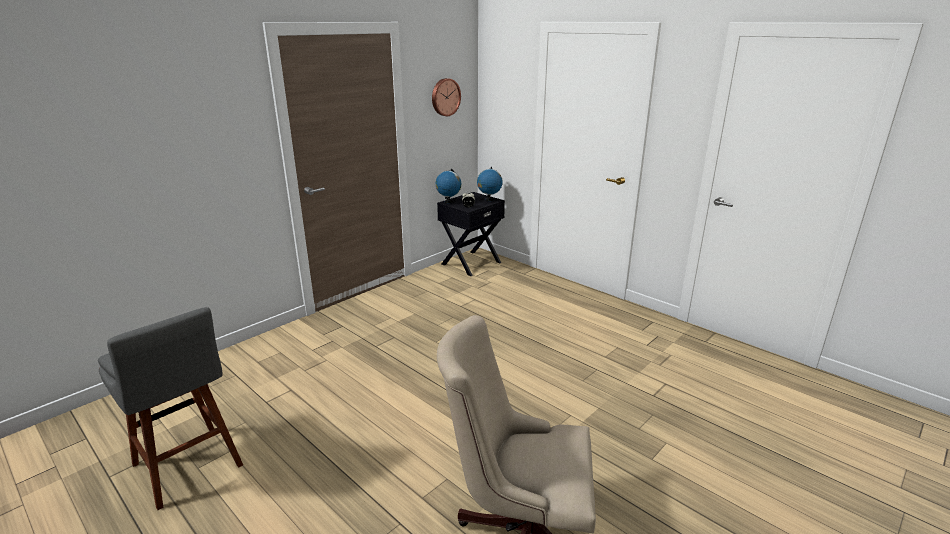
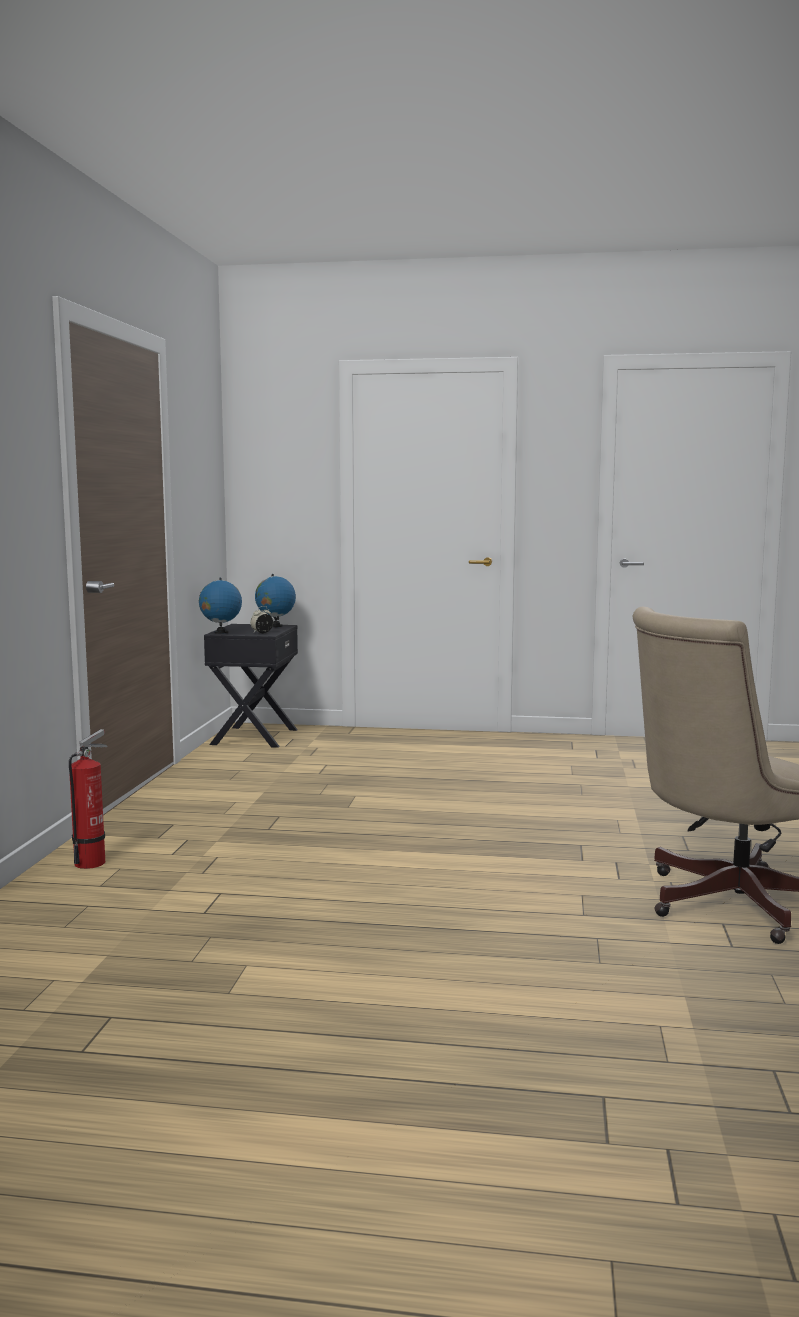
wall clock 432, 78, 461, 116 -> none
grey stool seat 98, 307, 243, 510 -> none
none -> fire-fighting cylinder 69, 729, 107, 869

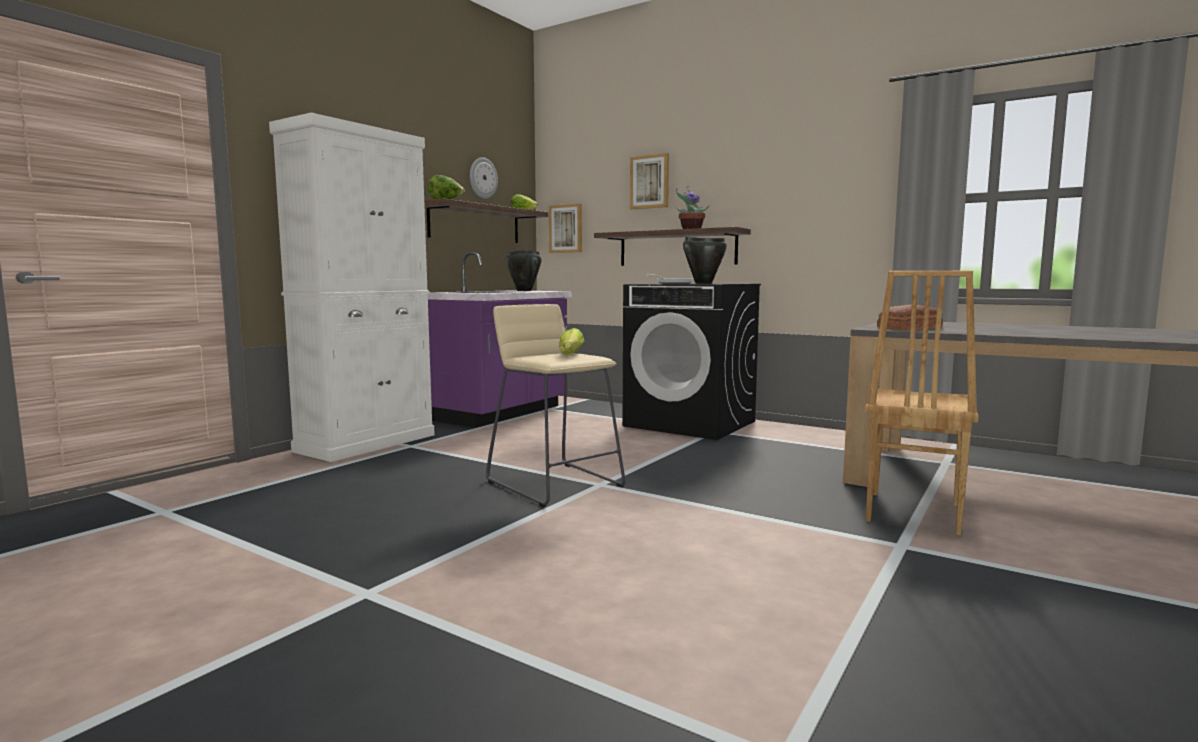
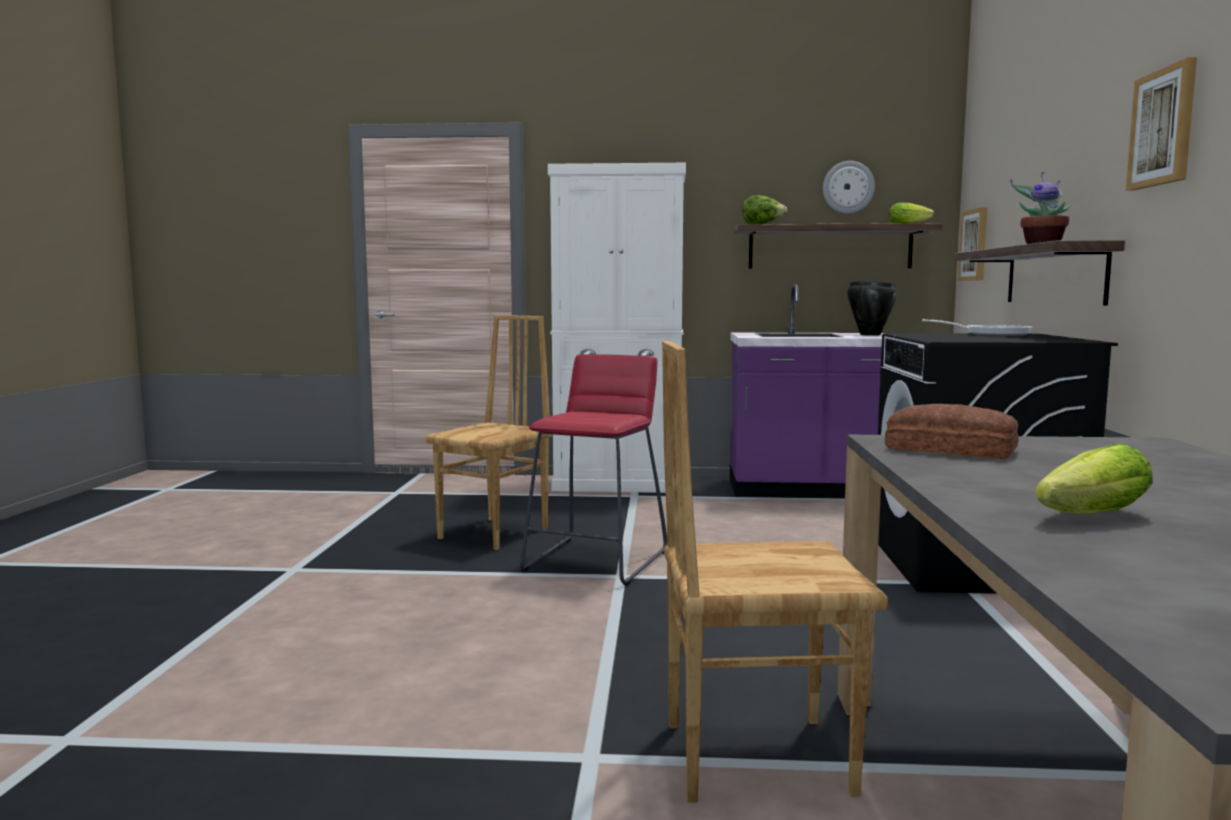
picture 630, 153, 669, 209 -> picture 1126, 57, 1197, 191, shifted
blackish stockpot 683, 237, 727, 284 -> none
sand-coloured stool seat 486, 304, 625, 507 -> red-coloured stool seat 520, 354, 668, 585
lettuce 559, 328, 584, 355 -> lettuce 1034, 443, 1153, 513, shifted
none -> brownish plain chair 425, 315, 553, 550

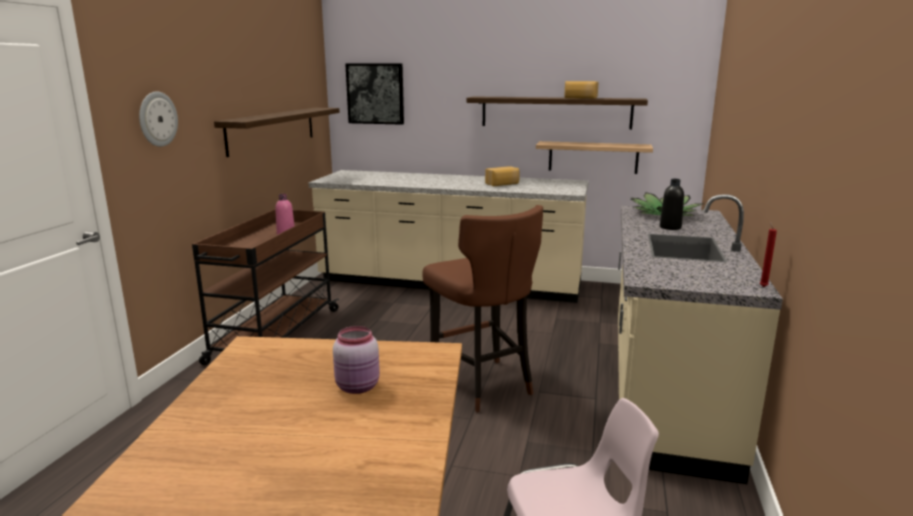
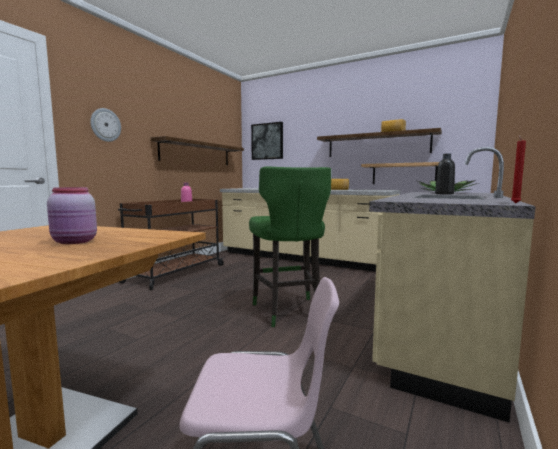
brownish stool seat 422, 205, 543, 412 -> greenish stool seat 249, 167, 331, 327

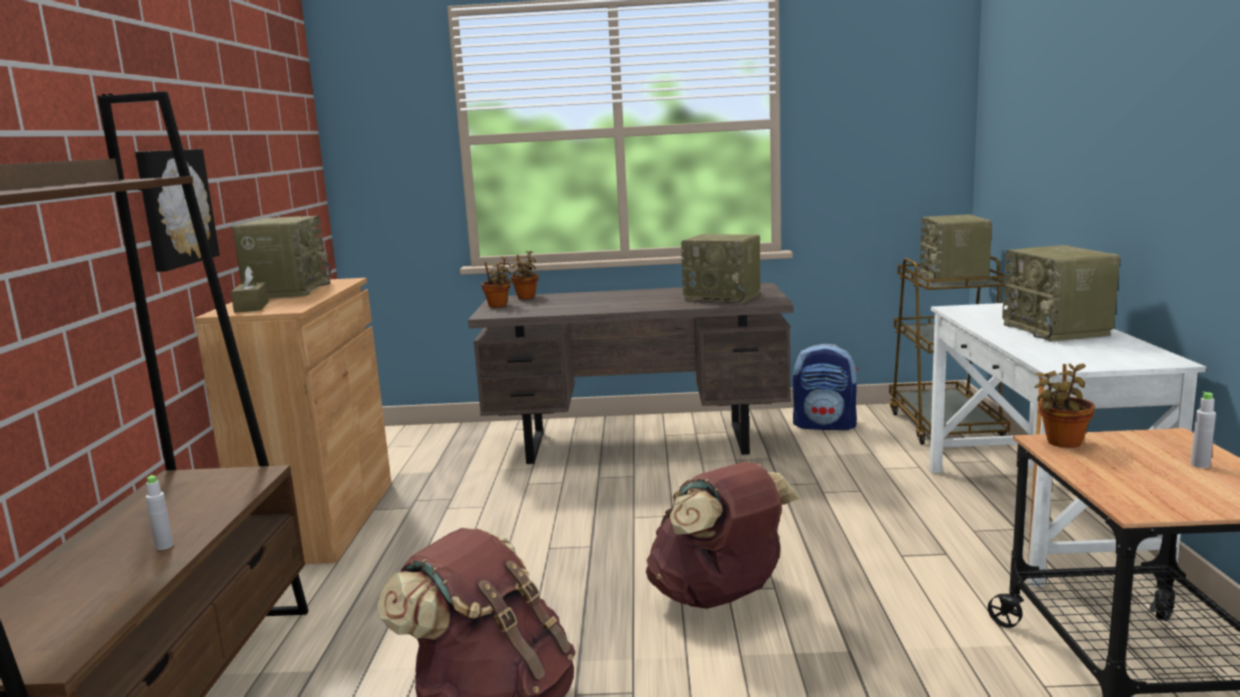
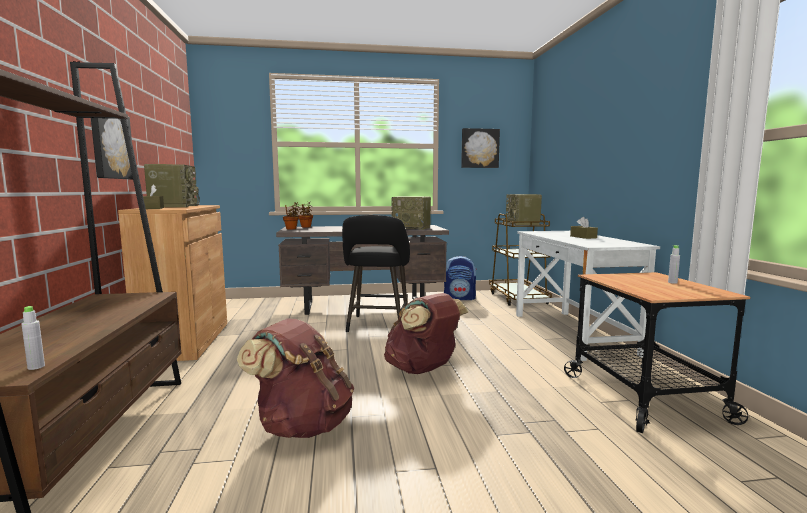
radio set 1002, 245, 1120, 342 -> brownish tissue holder 570, 217, 598, 239
potted plant 1034, 364, 1095, 448 -> none
grey beverage bottle 146, 475, 173, 550 -> grey beverage bottle 21, 306, 45, 370, shifted
none -> picture 461, 128, 500, 168
none -> blackish stool seat 342, 215, 410, 333

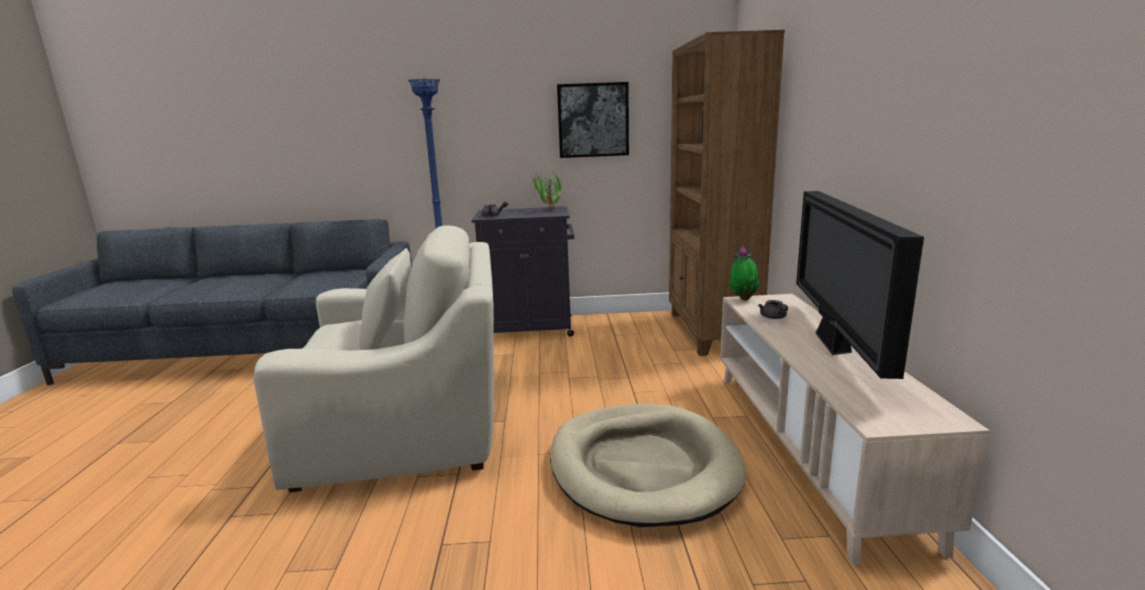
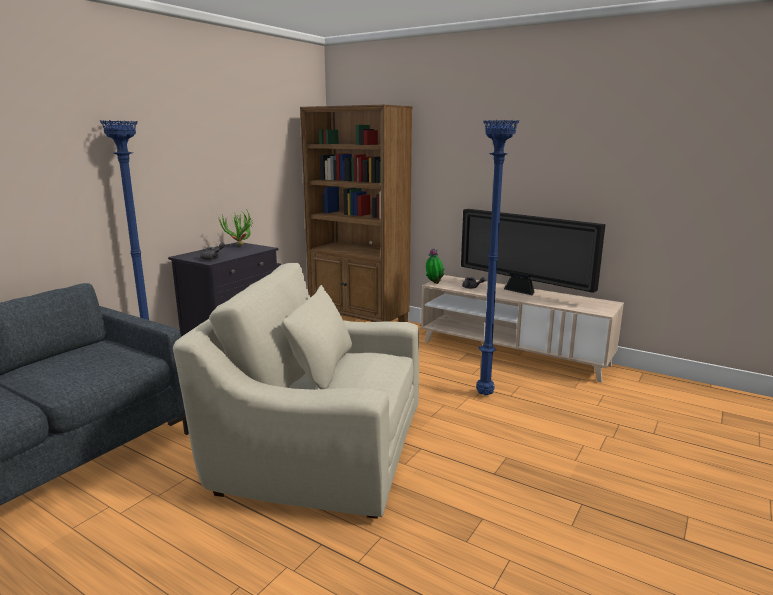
picture 557, 82, 629, 158 -> none
sand-coloured lounge chair 253, 225, 494, 492 -> sand-coloured lounge chair 173, 263, 419, 519, 105 degrees counterclockwise
sand-coloured dog bed 550, 404, 747, 527 -> blue standing lamp 476, 120, 519, 395

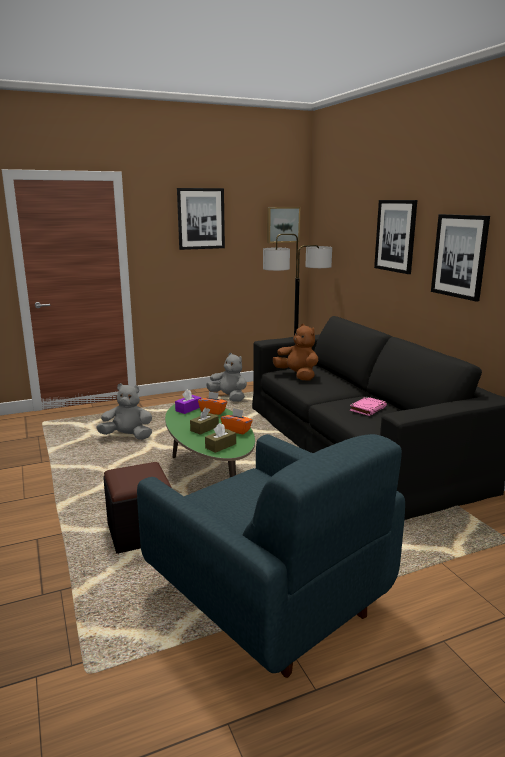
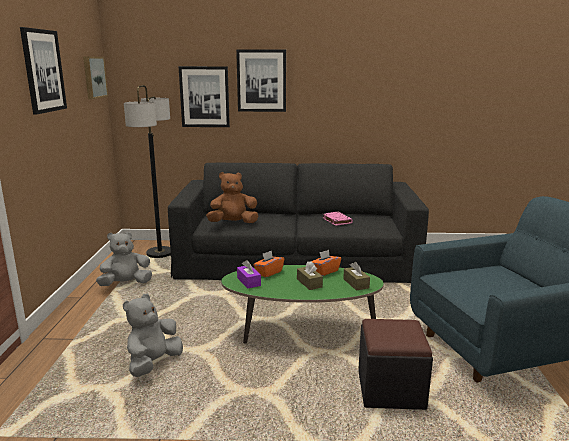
picture 431, 214, 490, 302 -> picture 178, 66, 230, 127, shifted

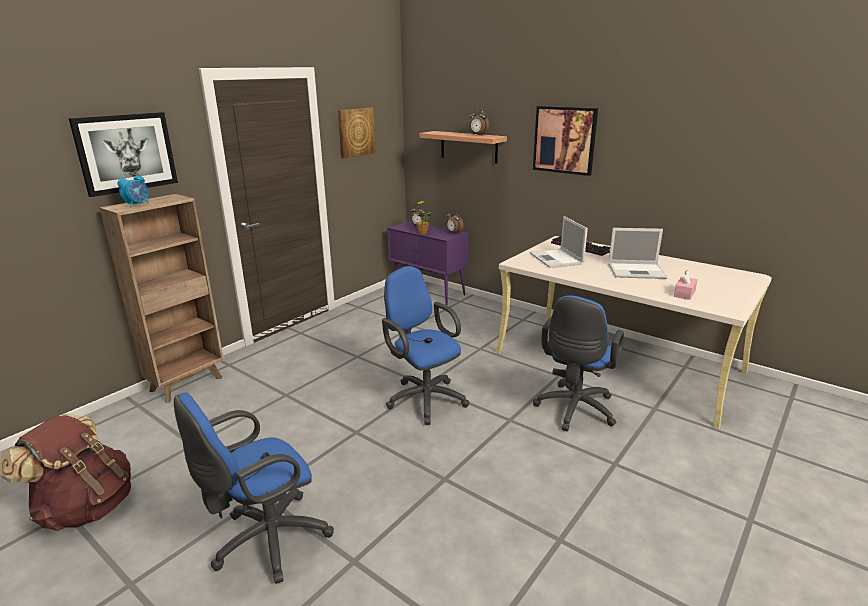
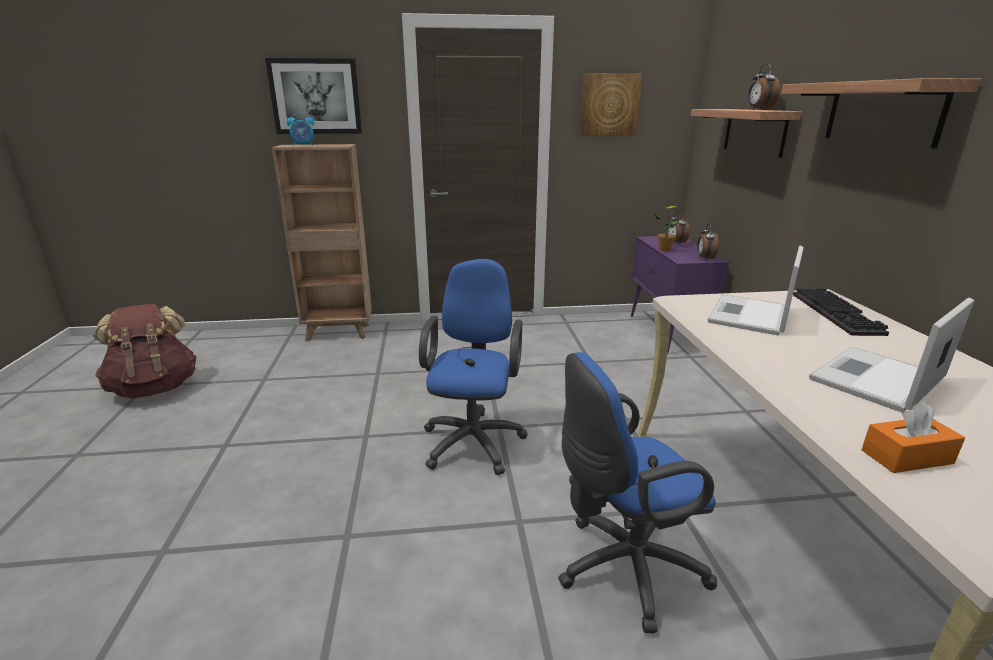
picture 533, 106, 598, 176 -> shelf 781, 78, 981, 149
laptop 608, 228, 668, 279 -> laptop 809, 298, 974, 412, 90 degrees clockwise
pink-coloured tissue holder 674, 270, 698, 300 -> orange tissue holder 862, 402, 965, 473
blue computer chair 174, 392, 334, 584 -> none

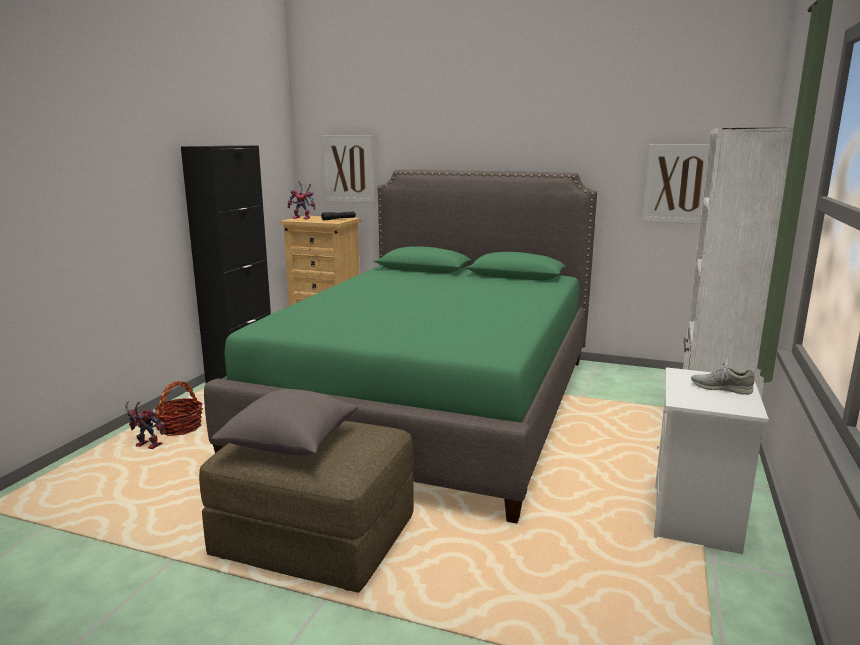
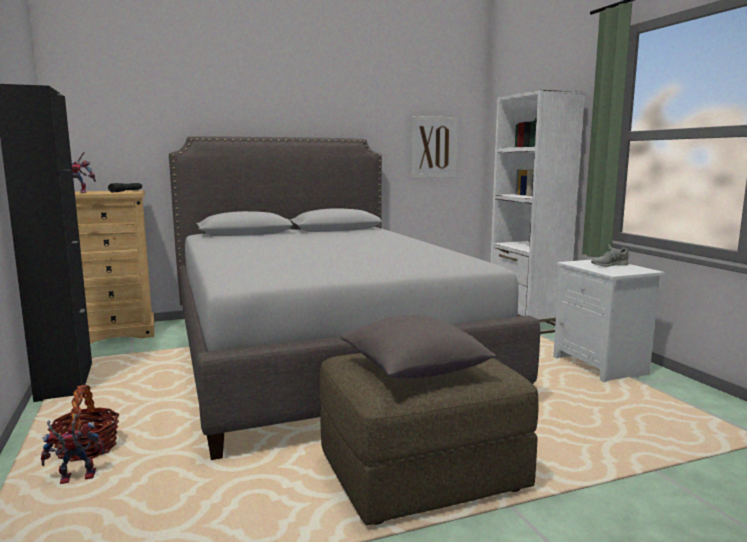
picture 323, 135, 375, 203 -> none
greenish sleeping bed 204, 170, 597, 523 -> grey sleeping bed 169, 136, 540, 460

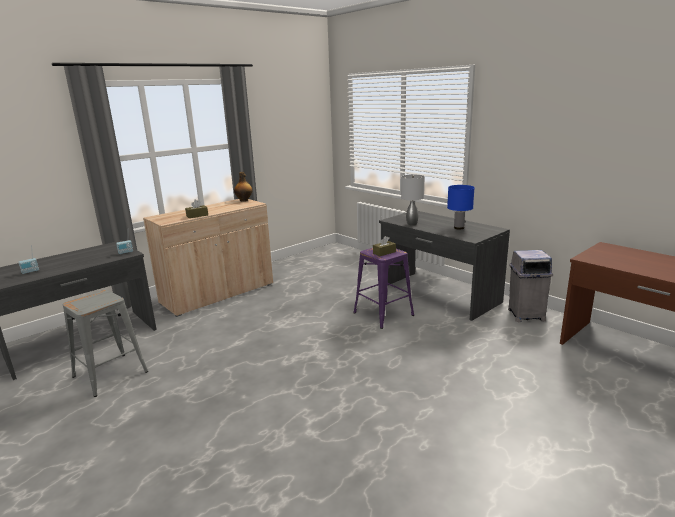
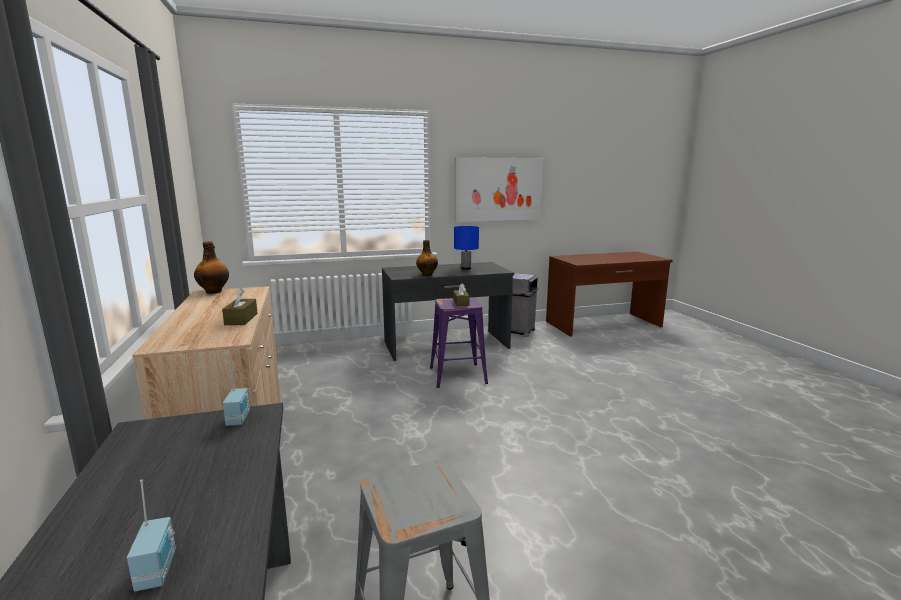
grey lamp for a table 401, 175, 425, 225 -> beverage bottle 416, 240, 438, 276
none -> picture 455, 157, 543, 222

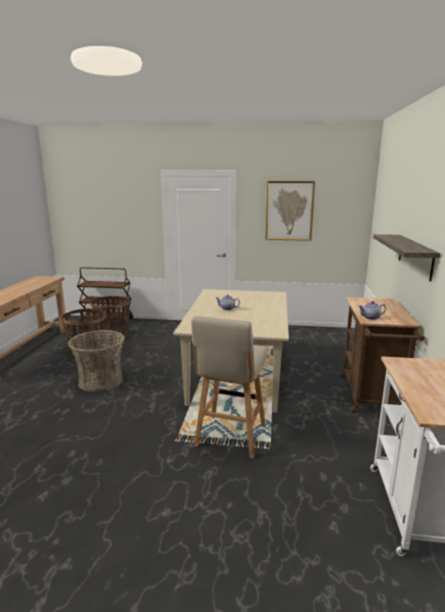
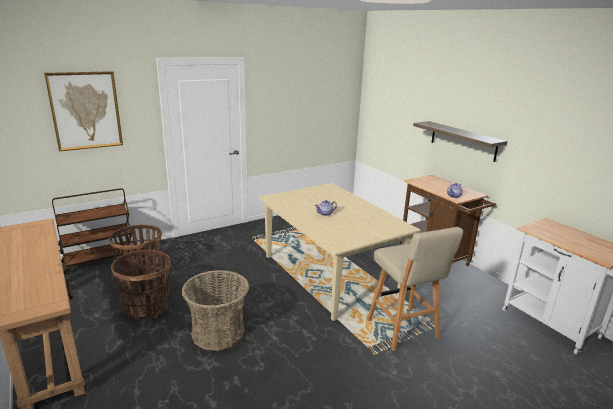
picture 266, 181, 315, 241 -> picture 44, 71, 123, 152, shifted

